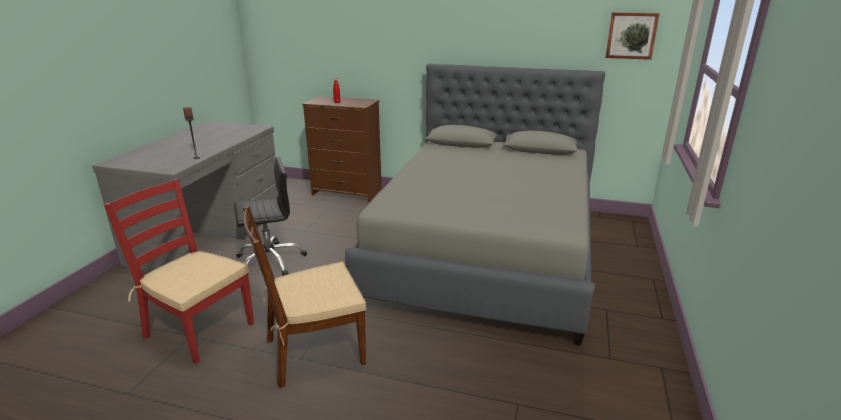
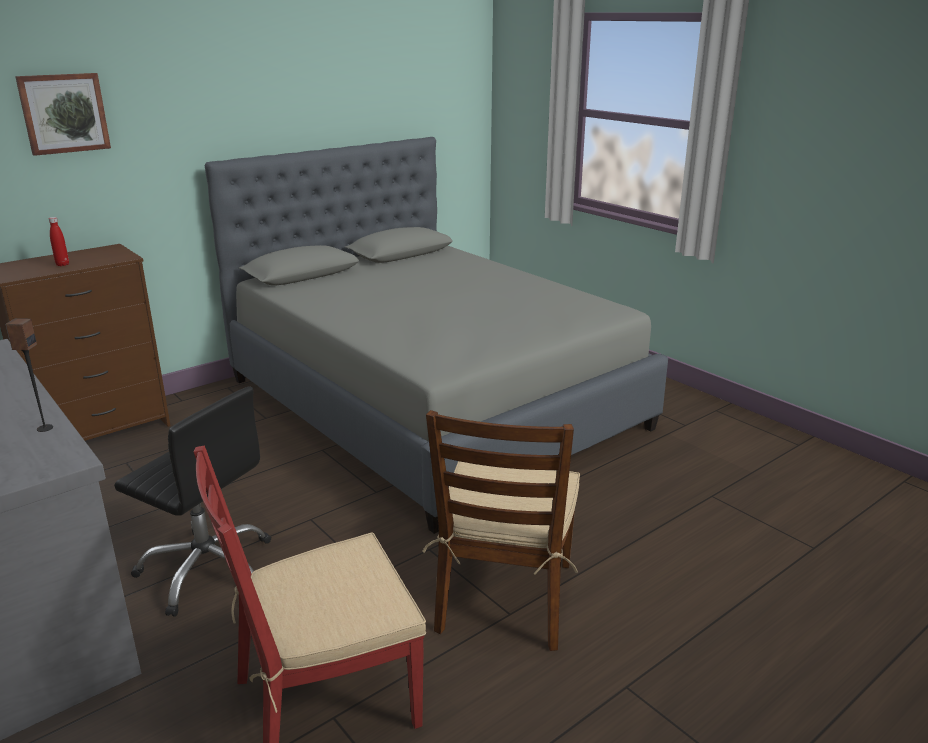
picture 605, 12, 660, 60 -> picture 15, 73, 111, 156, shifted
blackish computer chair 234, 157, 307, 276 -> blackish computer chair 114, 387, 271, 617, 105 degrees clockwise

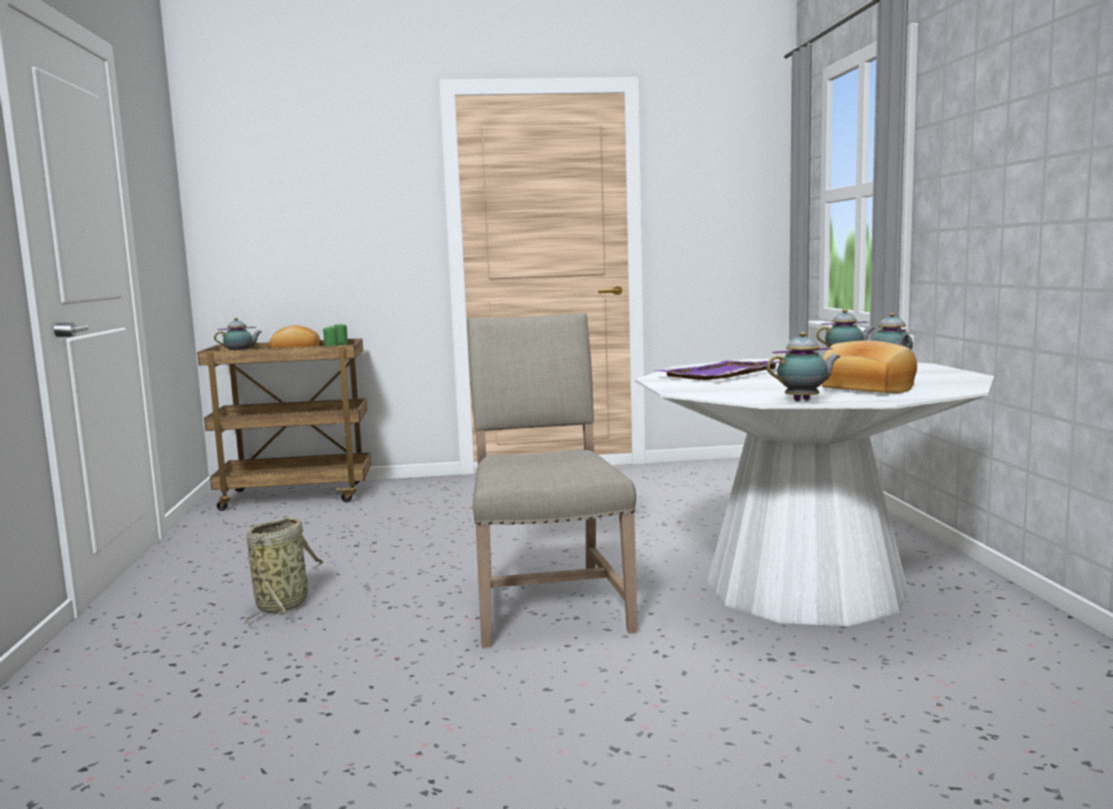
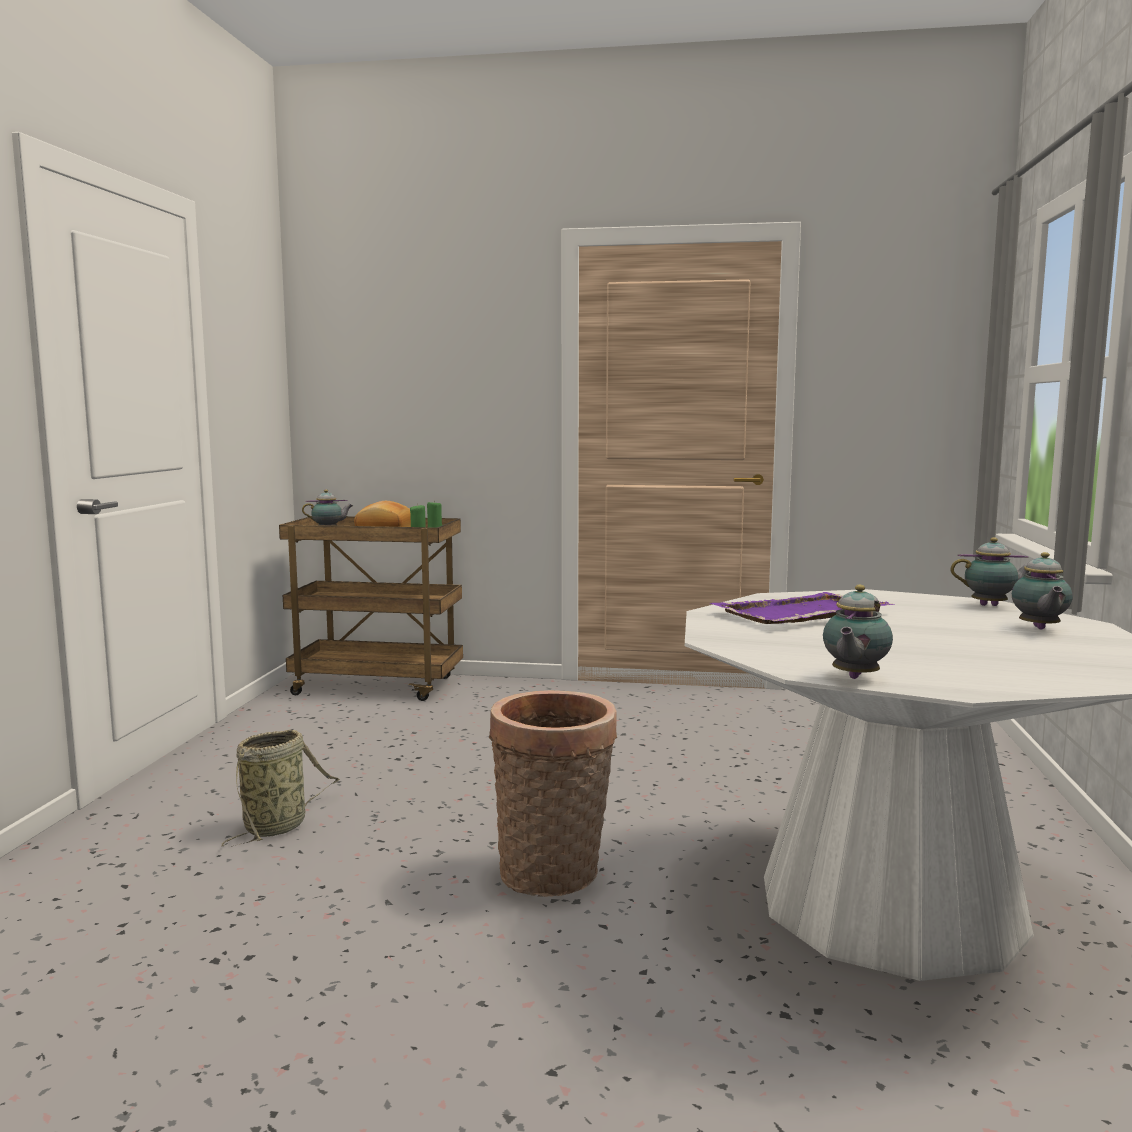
sand-coloured plain chair 467, 313, 638, 648 -> storage basket 489, 690, 617, 897
tea pot 767, 332, 840, 401 -> tea pot 823, 585, 893, 679, 120 degrees clockwise
bread 822, 340, 917, 393 -> none

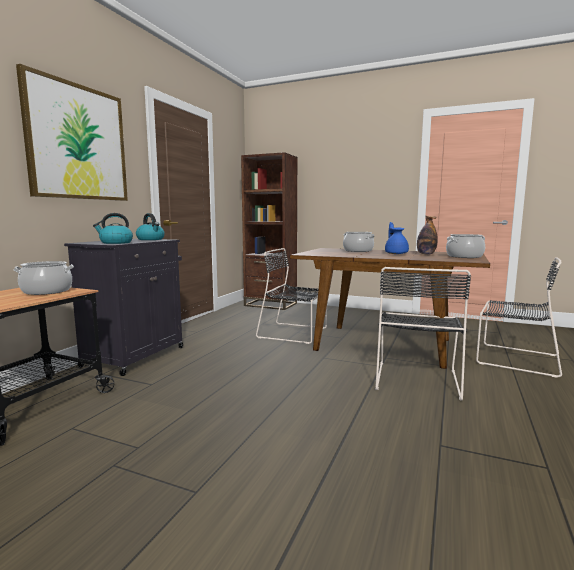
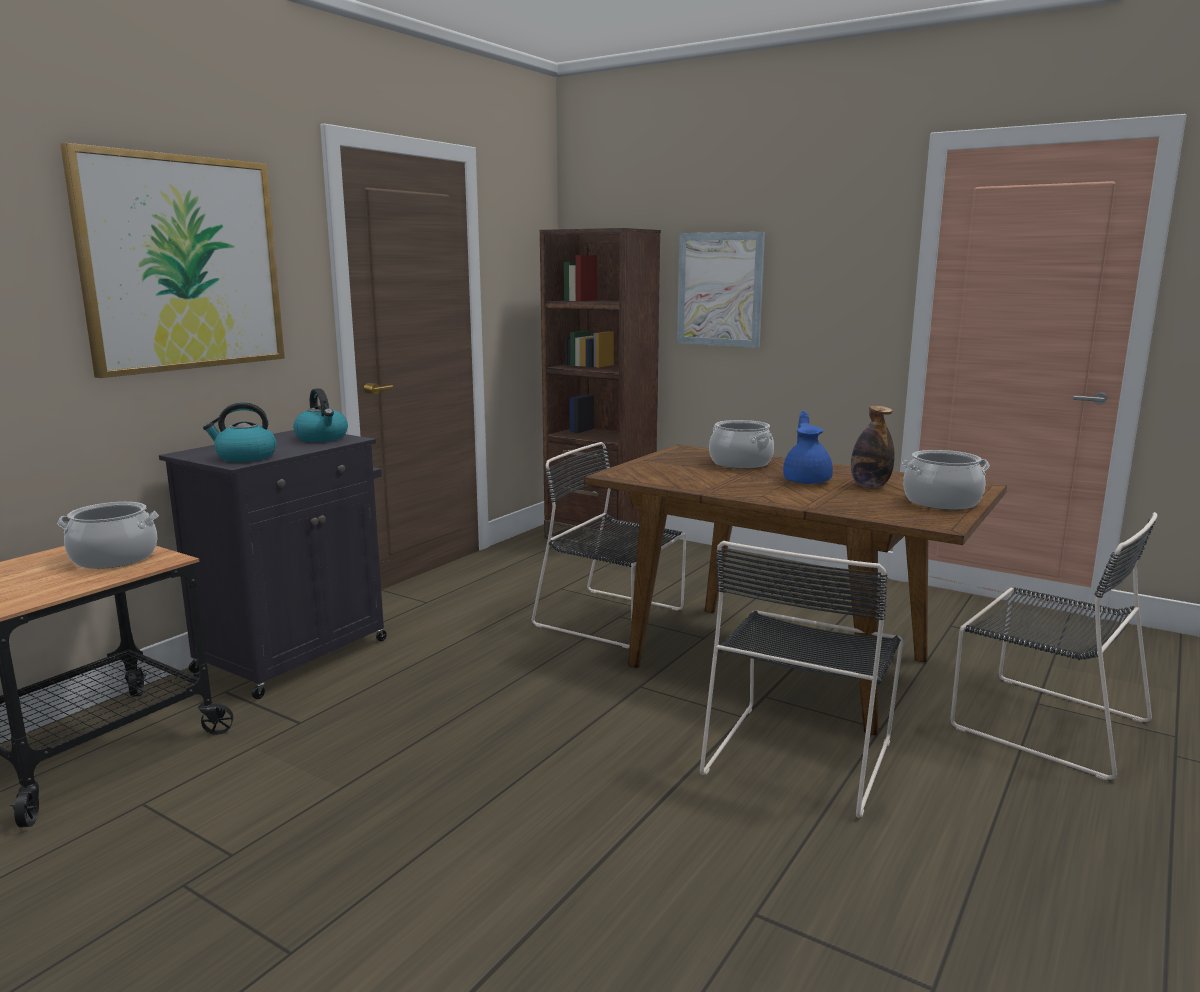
none -> picture 677, 232, 765, 348

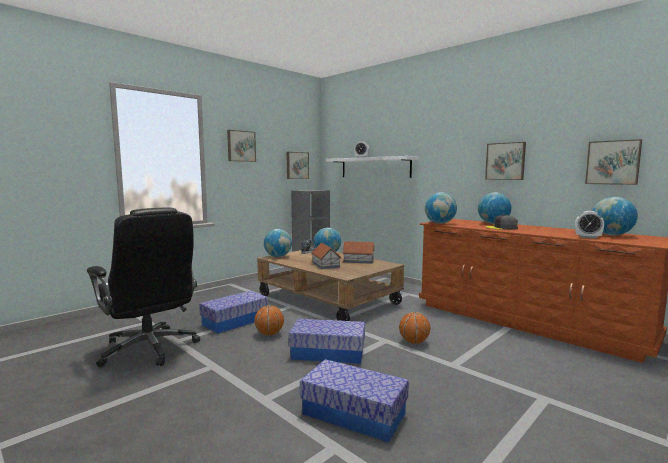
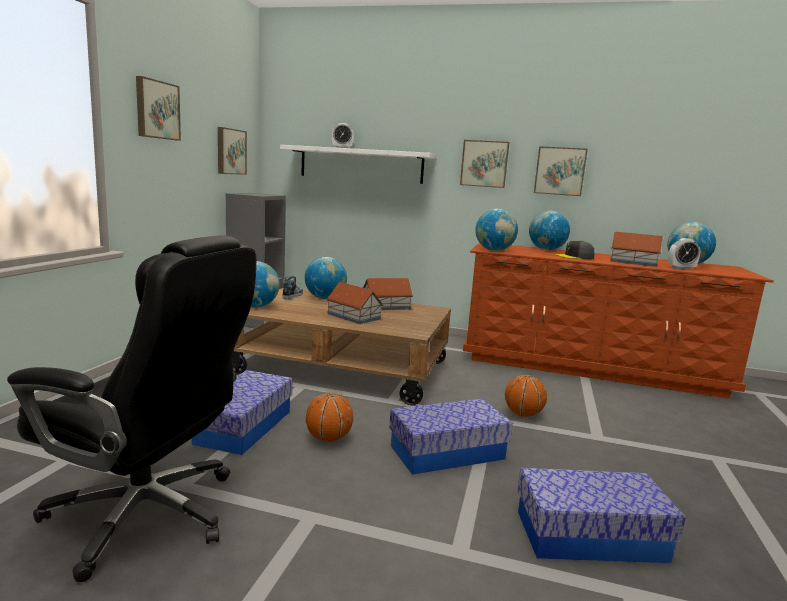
picture 585, 139, 642, 185 -> picture 460, 140, 509, 188, shifted
none -> model house 610, 232, 663, 267

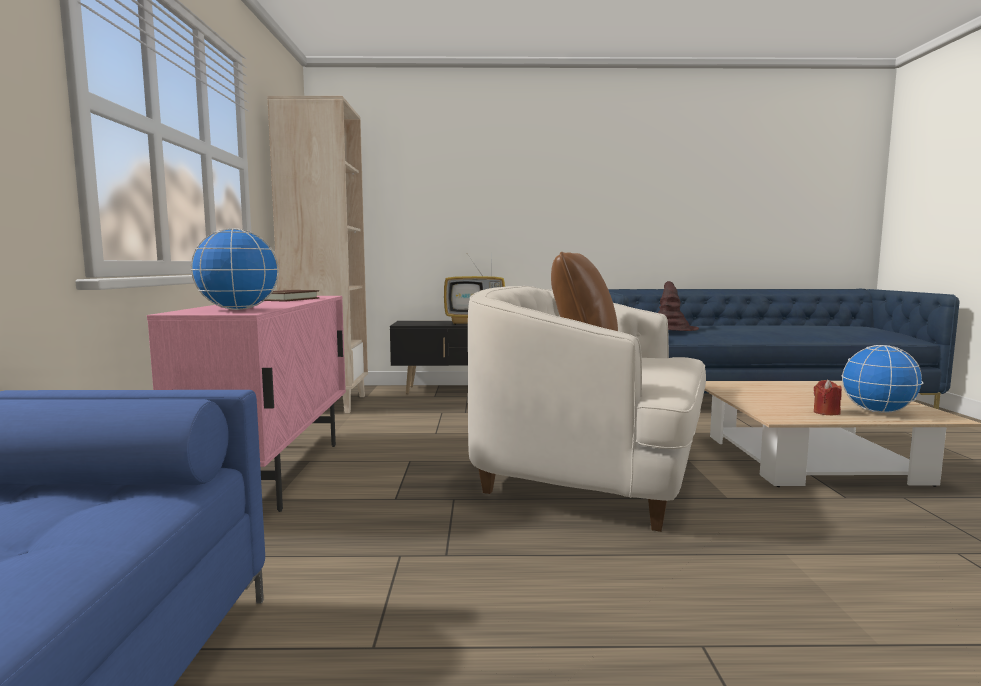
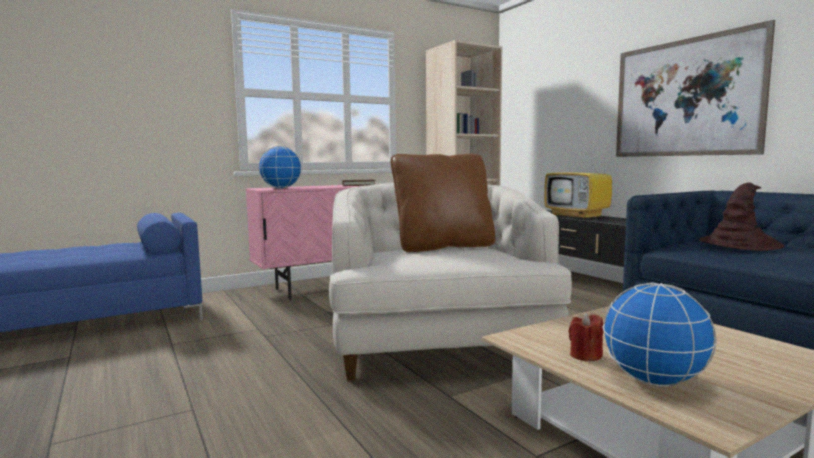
none -> picture 616, 20, 775, 157

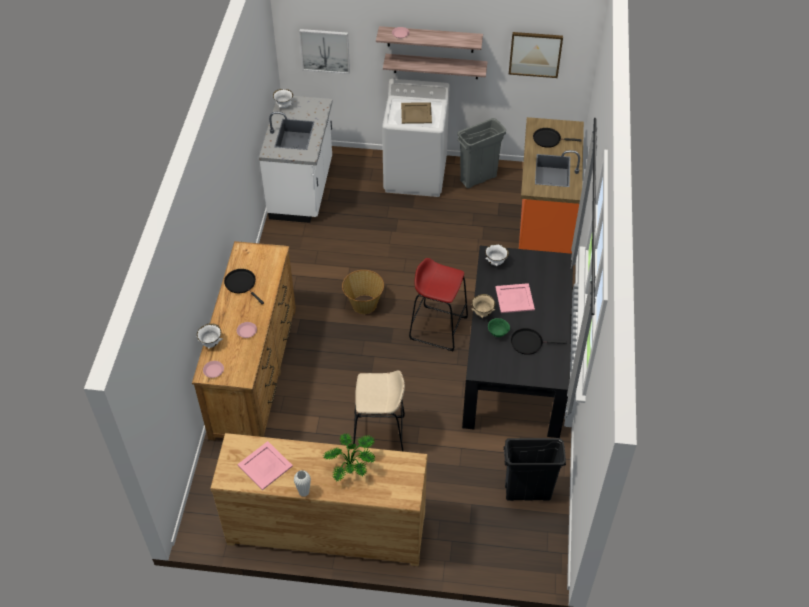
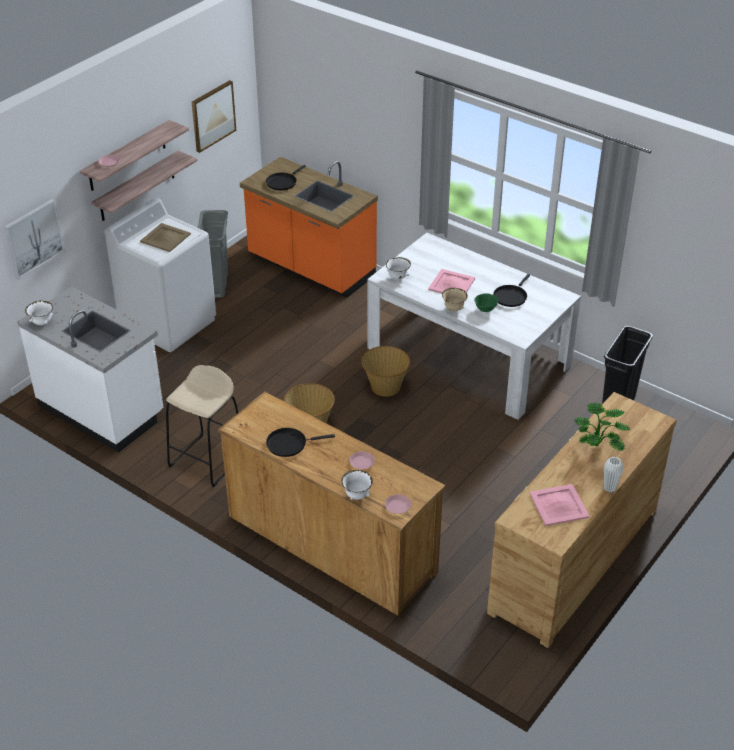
blackish dining table 462, 246, 573, 438 -> whitish dining table 367, 233, 581, 420
red-coloured stool seat 409, 258, 468, 351 -> storage basket 361, 346, 410, 397
sand-coloured stool seat 353, 370, 405, 452 -> sand-coloured stool seat 166, 365, 238, 487, shifted

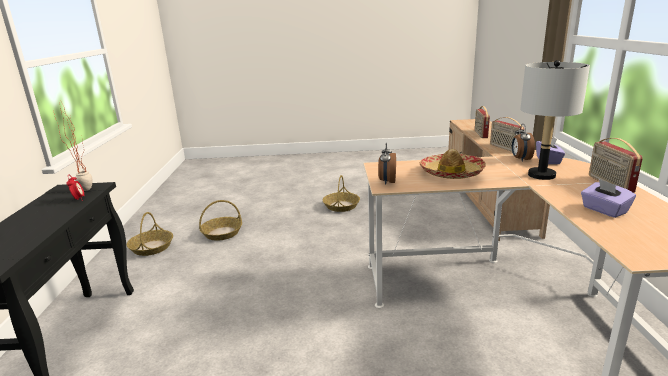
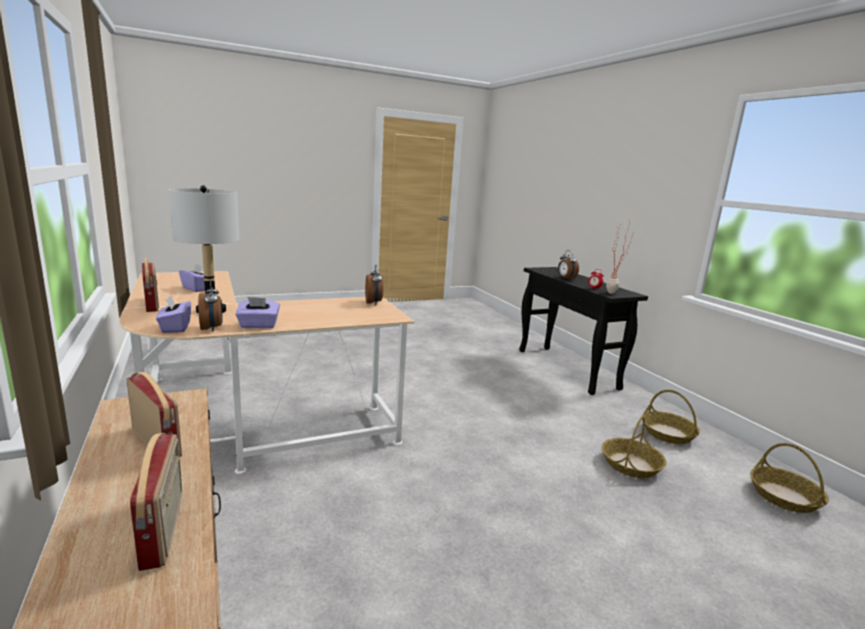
clothing hat 420, 149, 486, 179 -> none
storage basket 323, 175, 360, 212 -> storage basket 750, 443, 829, 513, shifted
none -> bedside clock 558, 251, 579, 279
none -> purplish tissue holder 235, 297, 280, 328

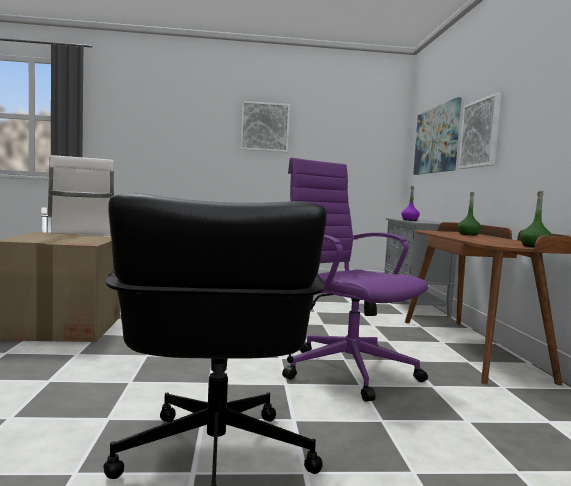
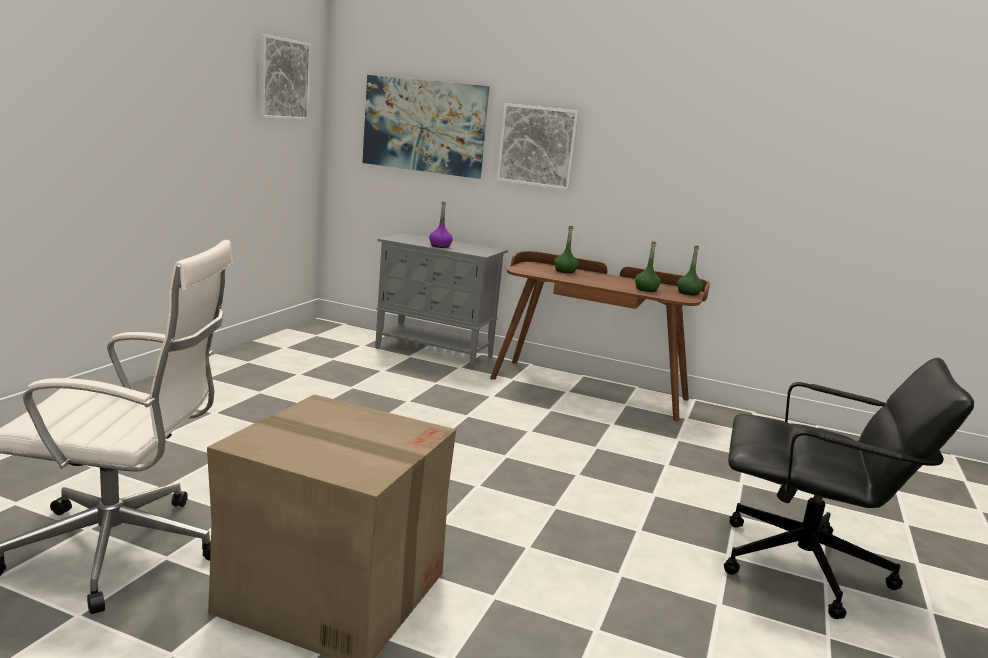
picture 240, 101, 290, 152 -> picture 258, 34, 311, 121, shifted
purplish computer chair 282, 158, 429, 402 -> none
none -> greenish beverage bottle 635, 242, 661, 292

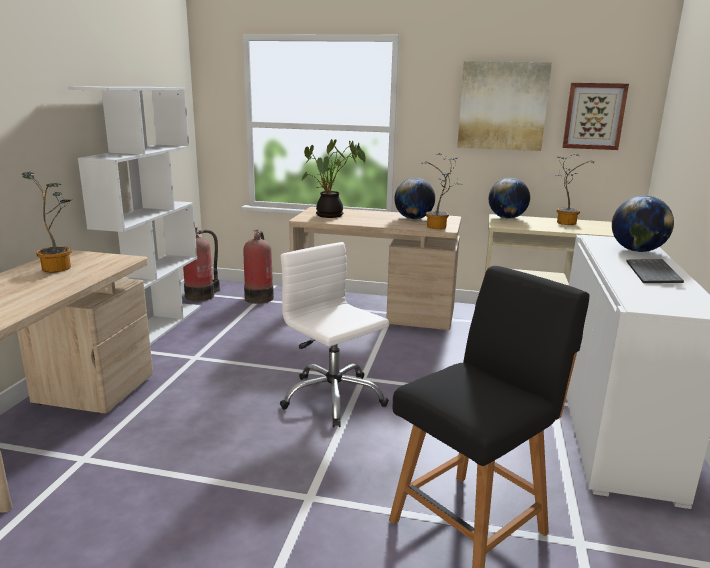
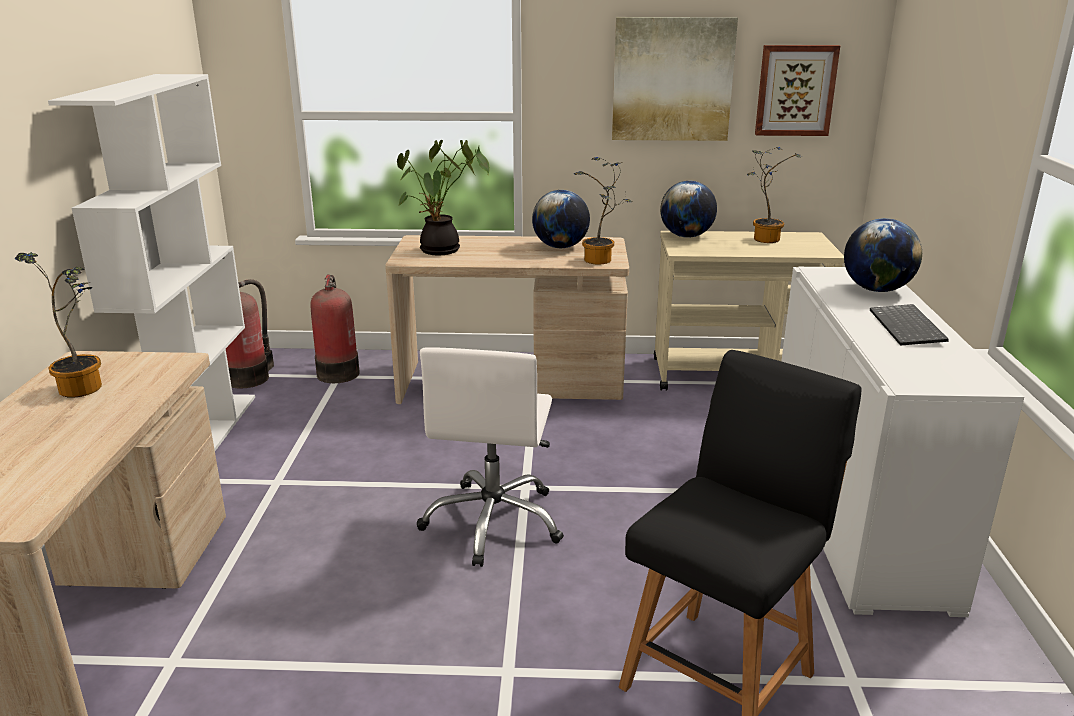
whitish computer chair 280, 242, 389, 427 -> whitish computer chair 417, 347, 564, 567, 120 degrees counterclockwise

